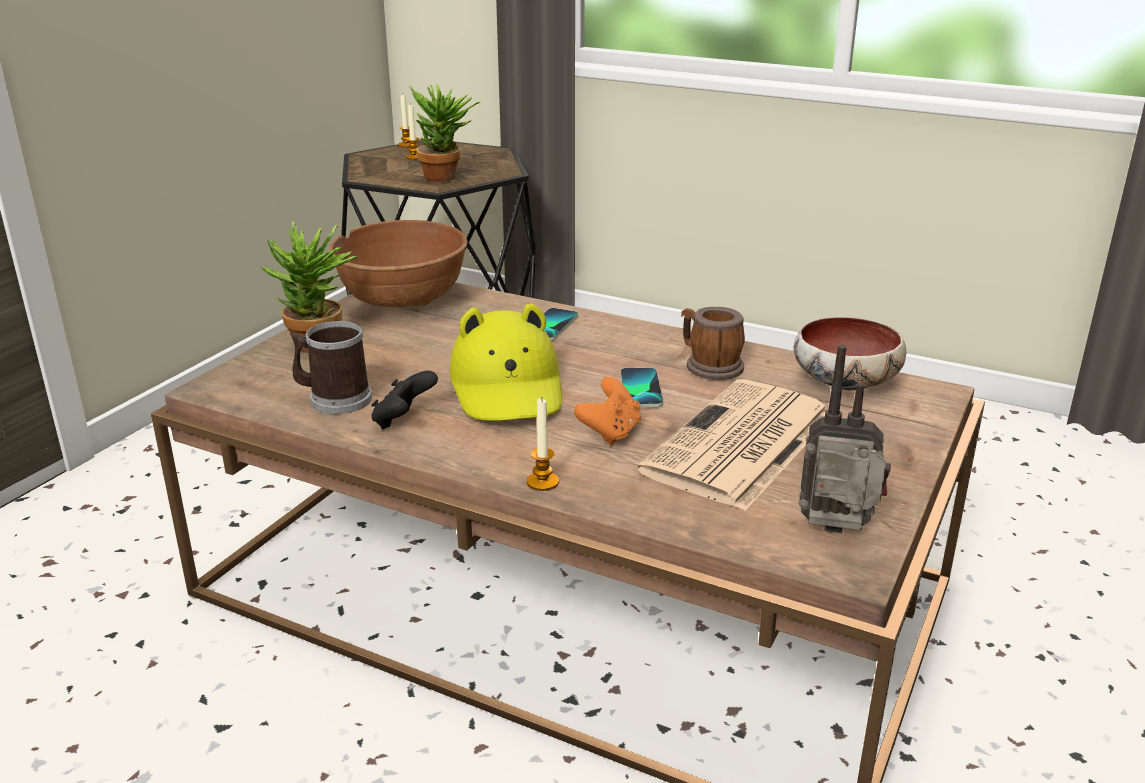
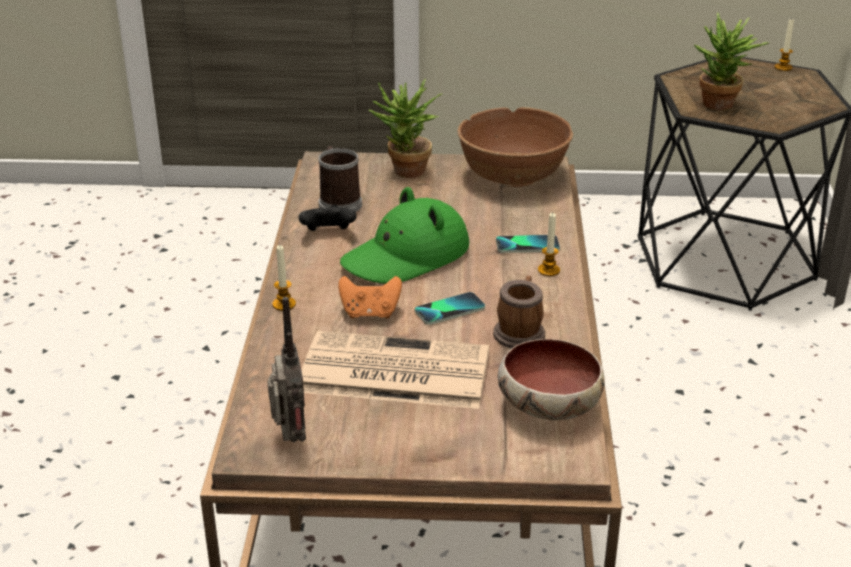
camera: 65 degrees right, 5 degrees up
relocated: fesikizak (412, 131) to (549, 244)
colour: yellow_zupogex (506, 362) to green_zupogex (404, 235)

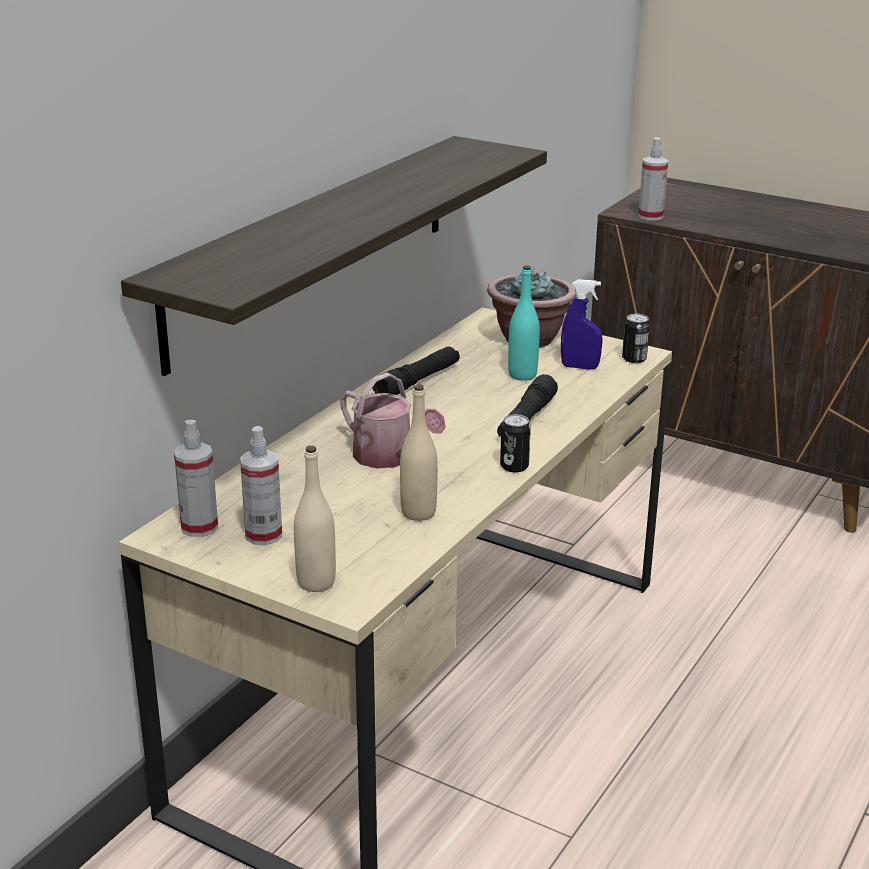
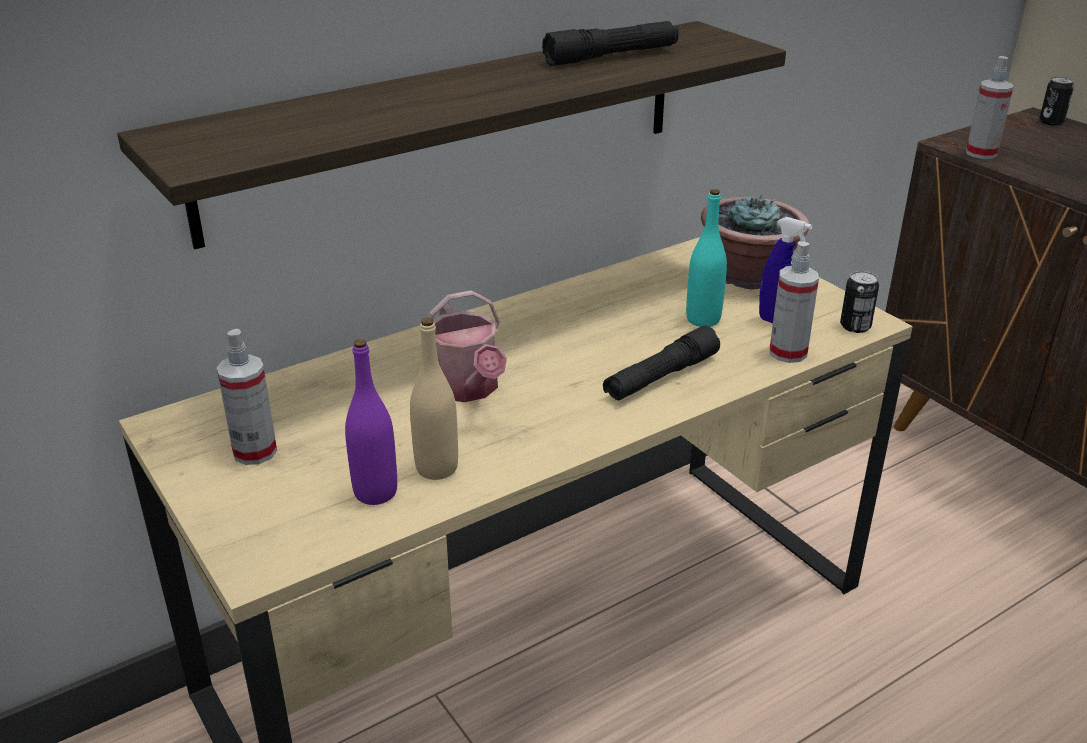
camera: 25 degrees right, 5 degrees up
missing: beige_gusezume (315, 518)
appeared: purple_gusezume (371, 422)
relocated: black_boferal (416, 370) to (610, 43); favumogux (515, 443) to (1057, 101); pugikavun (196, 478) to (794, 302)

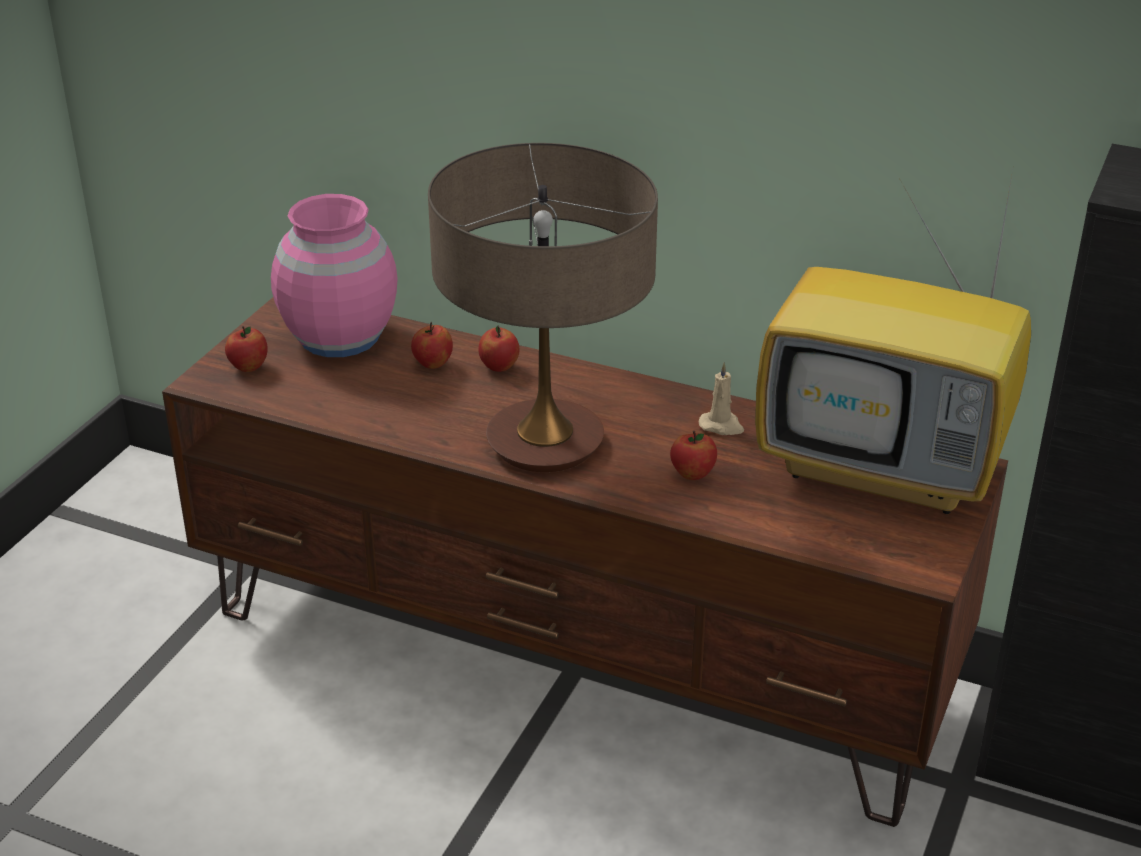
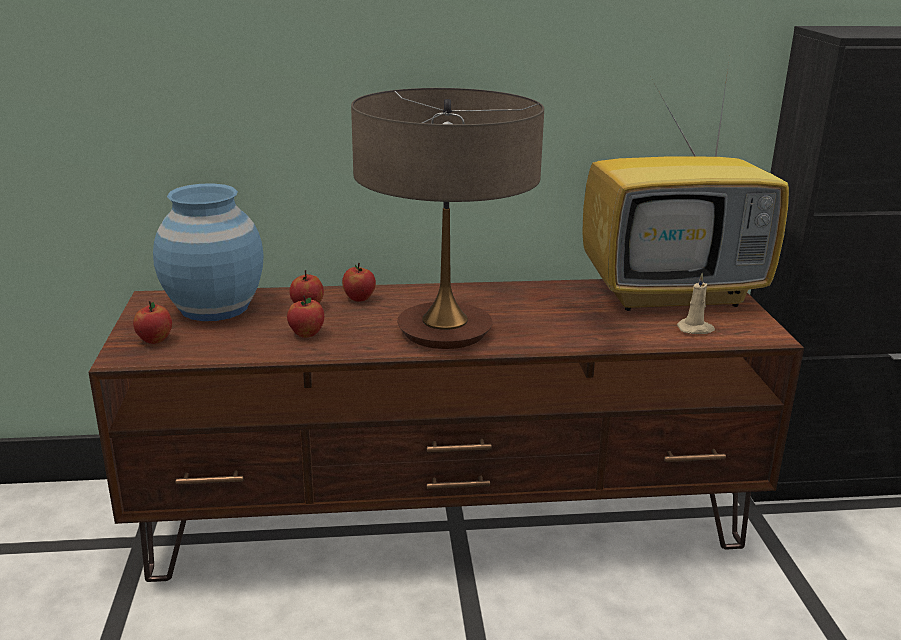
camera: 30 degrees left, 10 degrees down
relocated: beige_fesikizak (721, 398) to (696, 303); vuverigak (693, 455) to (305, 317)
colour: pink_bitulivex (334, 275) to blue_bitulivex (208, 252)

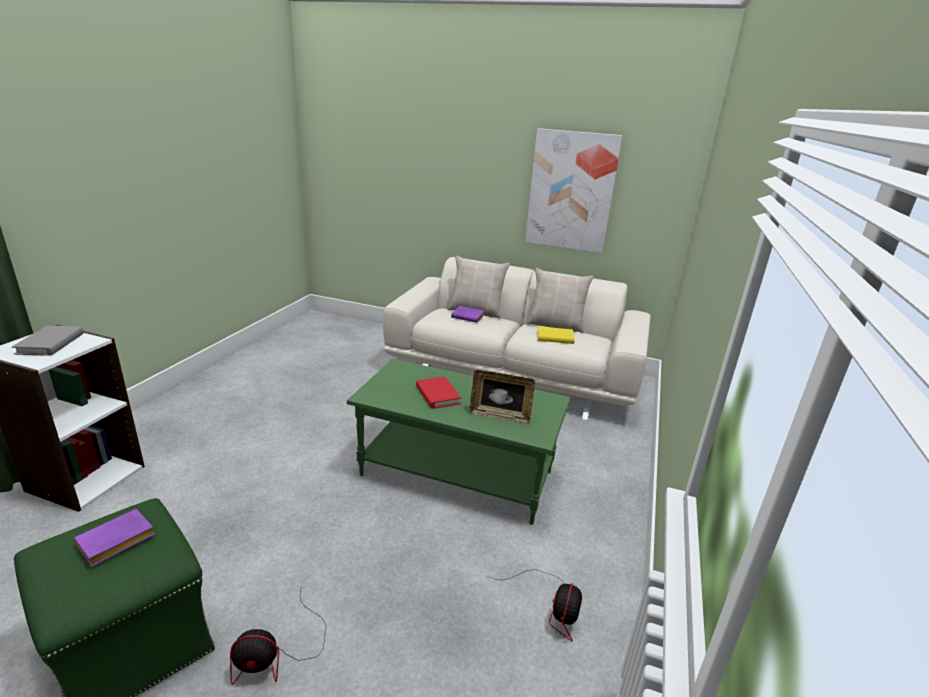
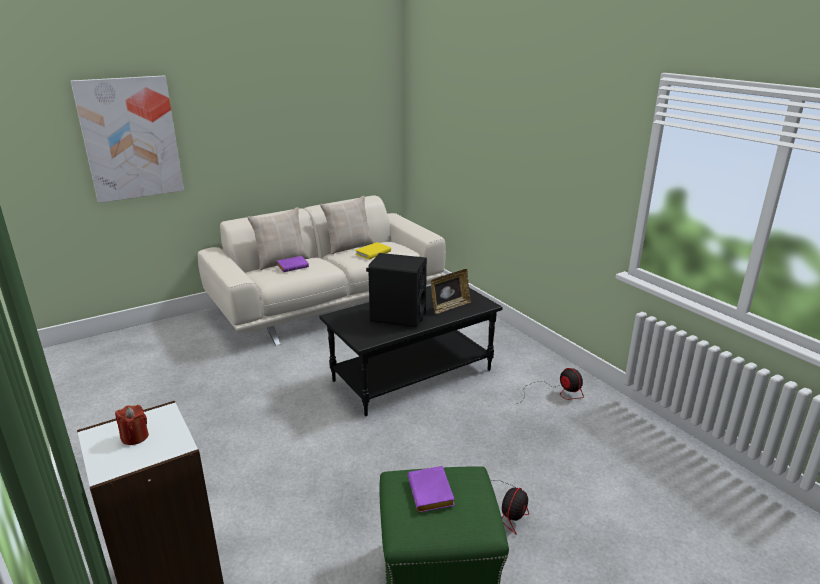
camera: 50 degrees left, 0 degrees up
relocated: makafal (574, 190) to (127, 139)
exchanged: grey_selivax (48, 341) to red_fesikizak (132, 425); red_selivax (438, 392) to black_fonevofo (396, 290)
colour: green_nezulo (458, 442) to black_nezulo (411, 351)

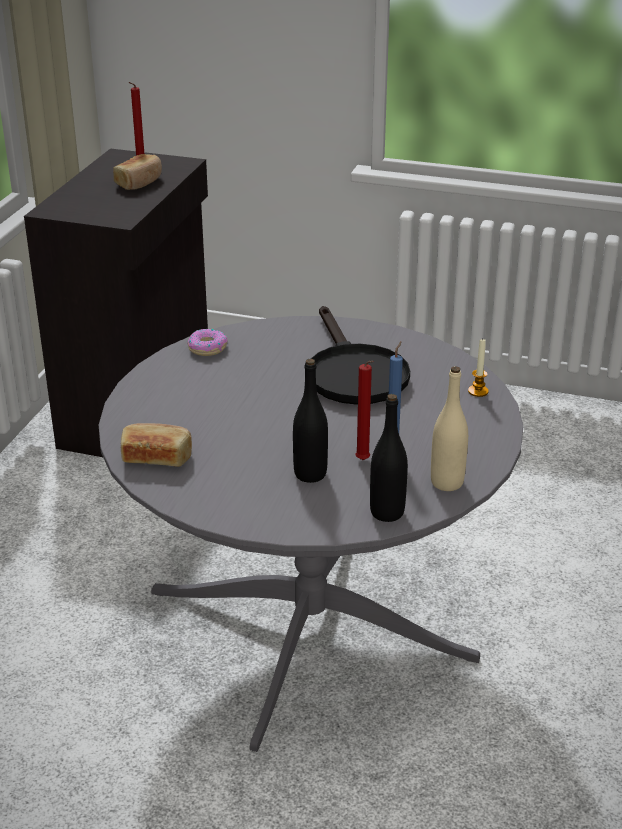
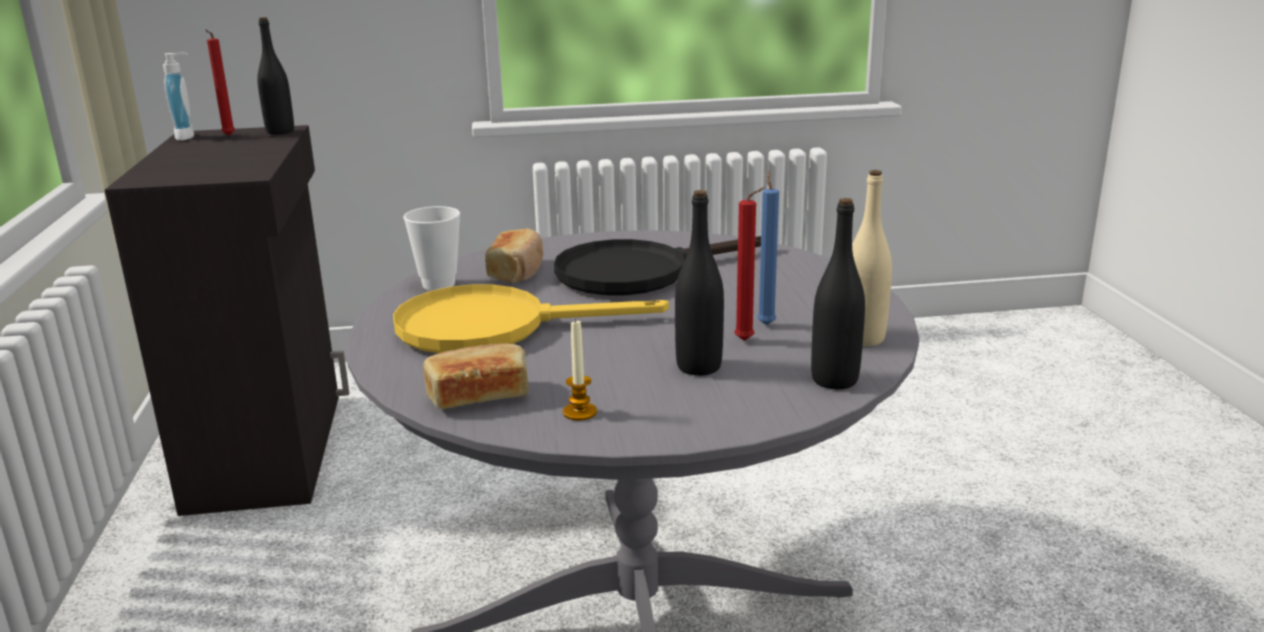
camera: 25 degrees left, 10 degrees down
appeared: black_gusezume (275, 75); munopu (178, 97); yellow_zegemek (531, 319)
relocated: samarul (137, 172) to (514, 255); fesikizak (478, 368) to (580, 370)
exchanged: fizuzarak (208, 342) to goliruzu (431, 248)
spun: black_zegemek (360, 355) = (657, 265) 105 degrees clockwise

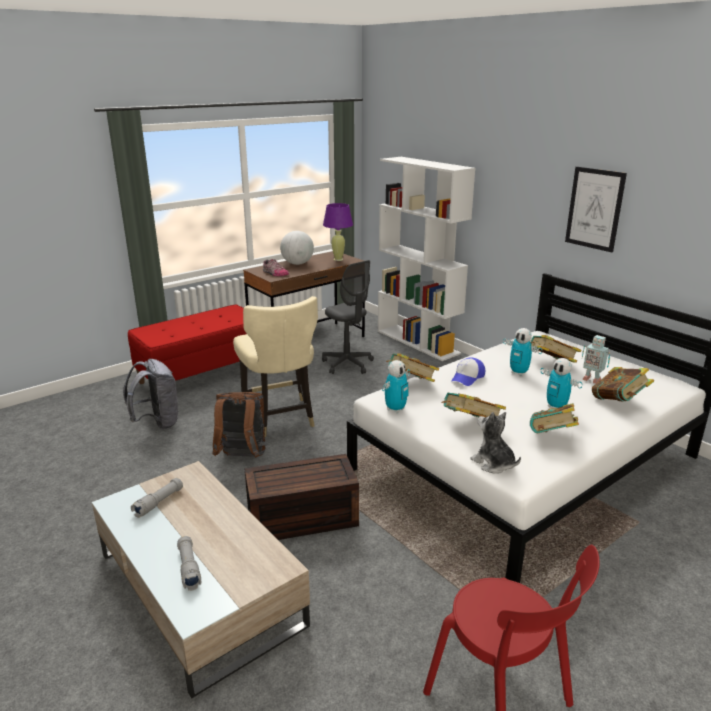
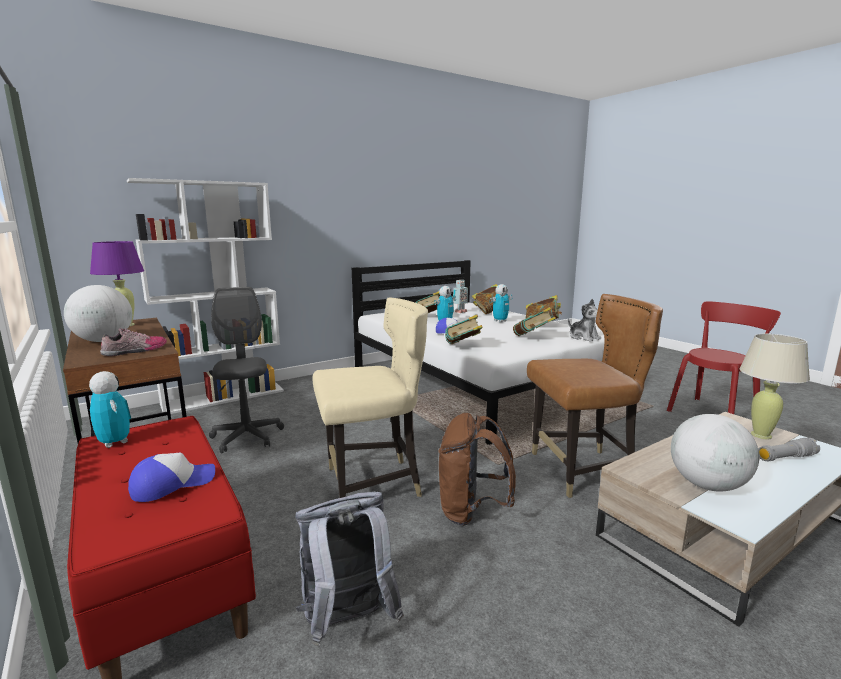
camera: 85 degrees left, 10 degrees down
missing: makafal (596, 209)
appeared: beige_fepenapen (774, 386); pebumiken (171, 477)
relocated: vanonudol (396, 386) to (110, 409)
exchanged: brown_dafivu (301, 497) to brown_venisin (595, 396); grey_boferal (157, 498) to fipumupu (715, 452)
spun: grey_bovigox (348, 317) = (246, 370) 75 degrees counterclockwise; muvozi (495, 443) = (584, 320) 90 degrees counterclockwise

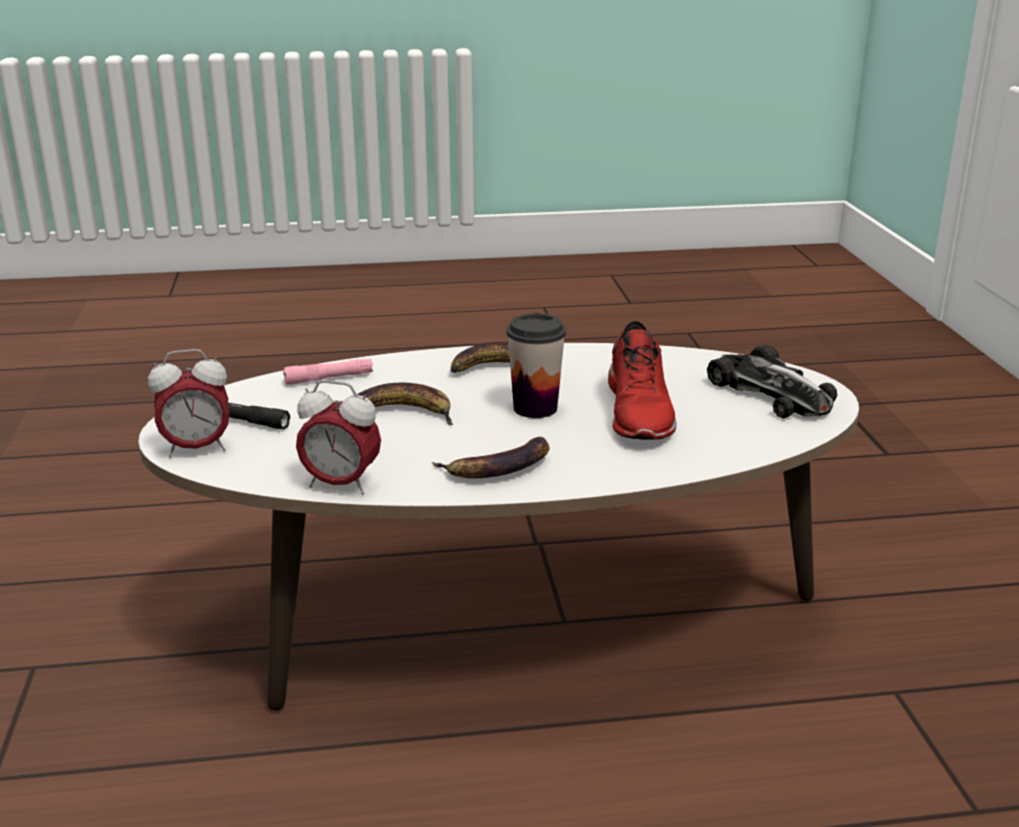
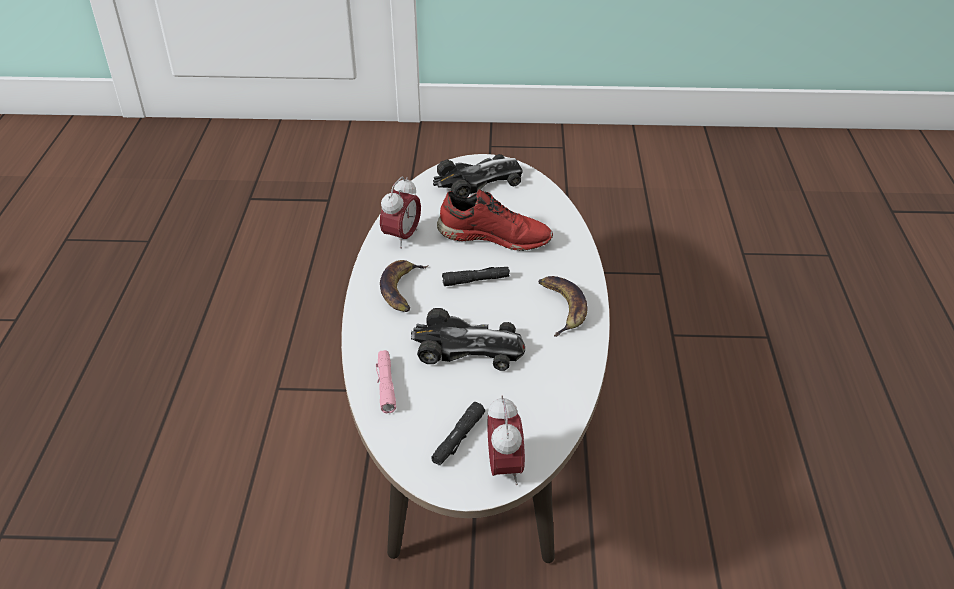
camera: 80 degrees left, 15 degrees up
relocated: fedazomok (338, 437) to (400, 212)
exchanged: goliruzu (536, 365) to black_boferal (476, 276); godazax (405, 404) to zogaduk (468, 339)

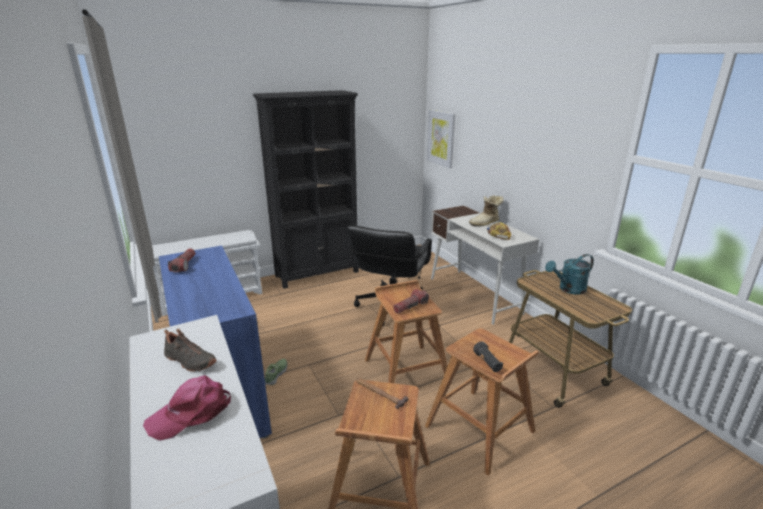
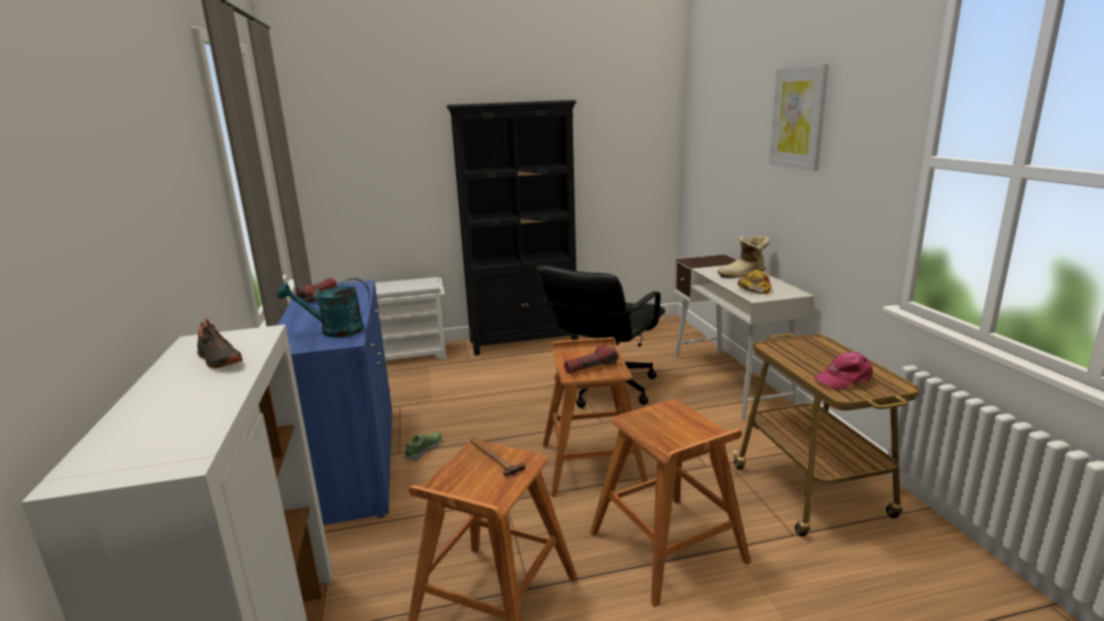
camera: 15 degrees right, 5 degrees down
missing: black_boferal (488, 357)
relocated: makafal (441, 139) to (799, 117); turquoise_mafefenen (569, 274) to (323, 307); pink_pebumiken (187, 408) to (843, 371)

